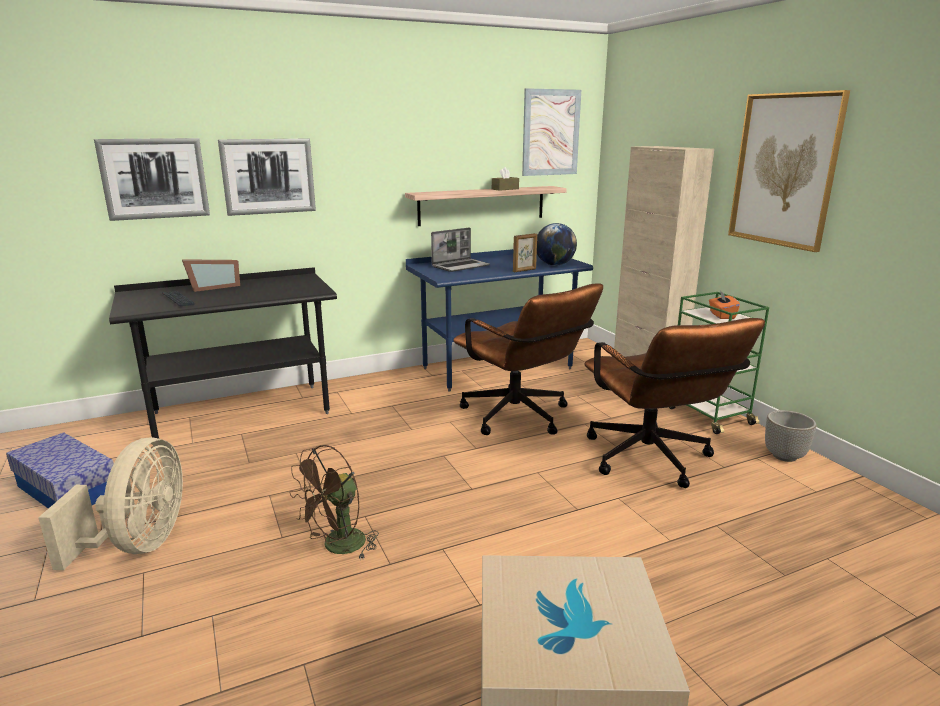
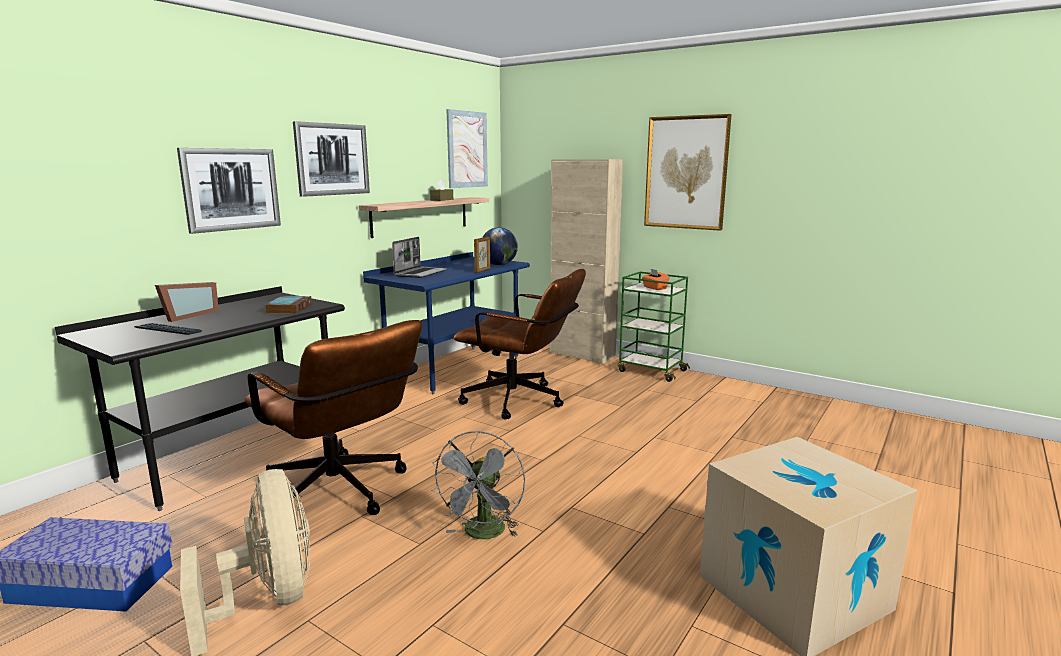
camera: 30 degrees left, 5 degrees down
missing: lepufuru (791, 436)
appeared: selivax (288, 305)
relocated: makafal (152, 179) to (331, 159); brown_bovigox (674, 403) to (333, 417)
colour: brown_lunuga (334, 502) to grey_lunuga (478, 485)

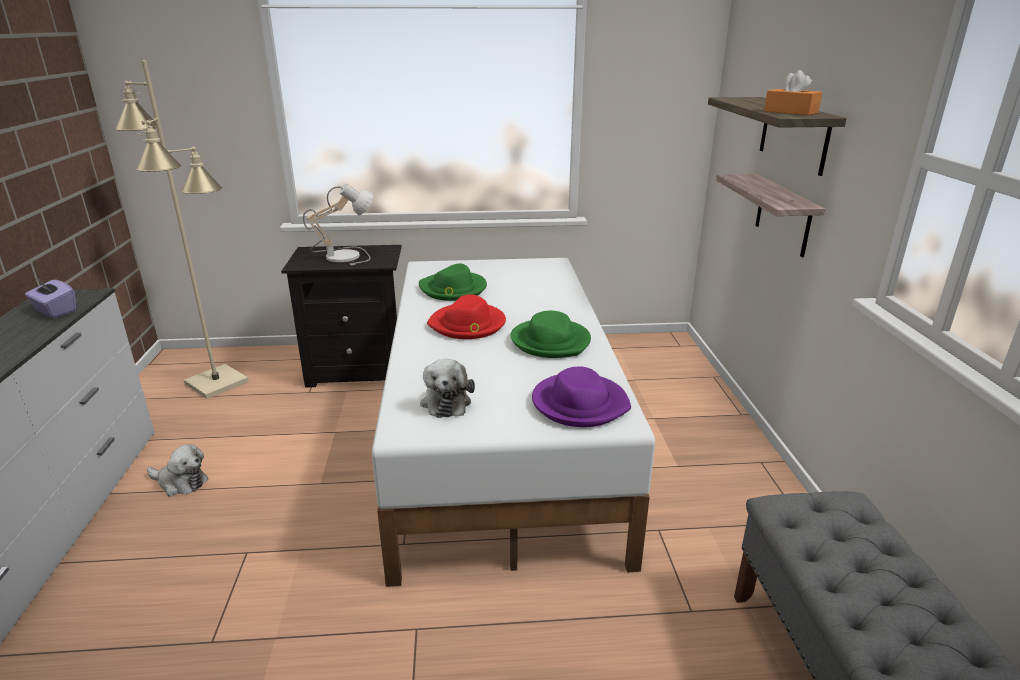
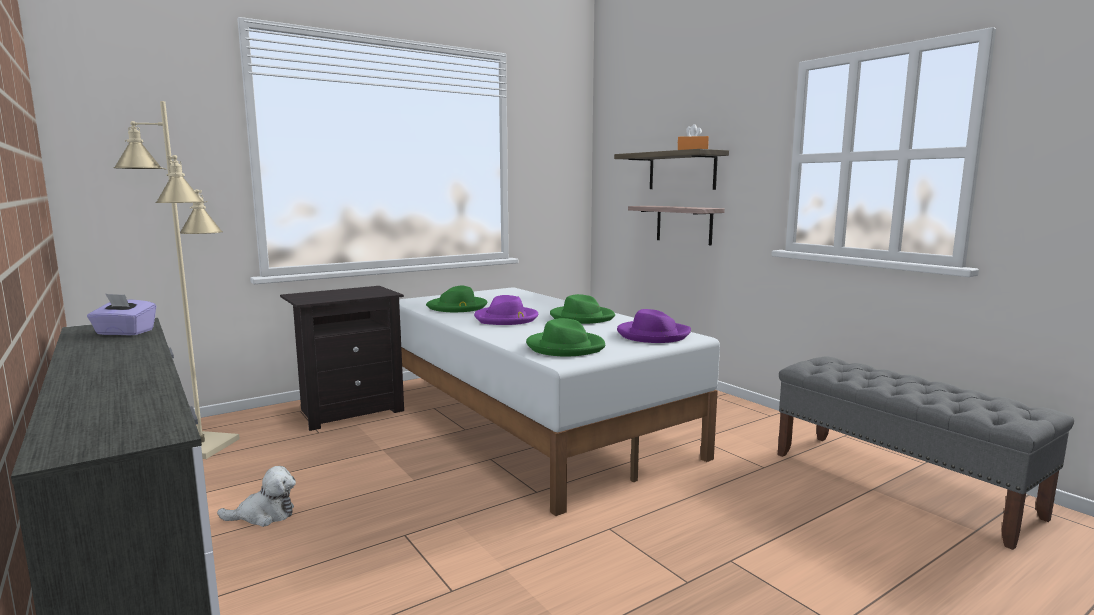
camera: 30 degrees left, 15 degrees down
missing: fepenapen (338, 224)
exchanged: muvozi (447, 388) to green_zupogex (565, 337)
colour: red_zupogex (466, 316) to purple_zupogex (506, 310)

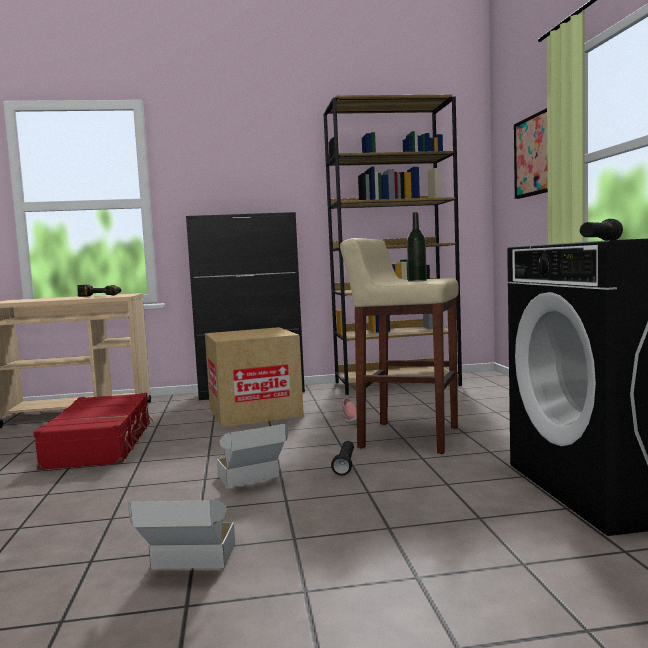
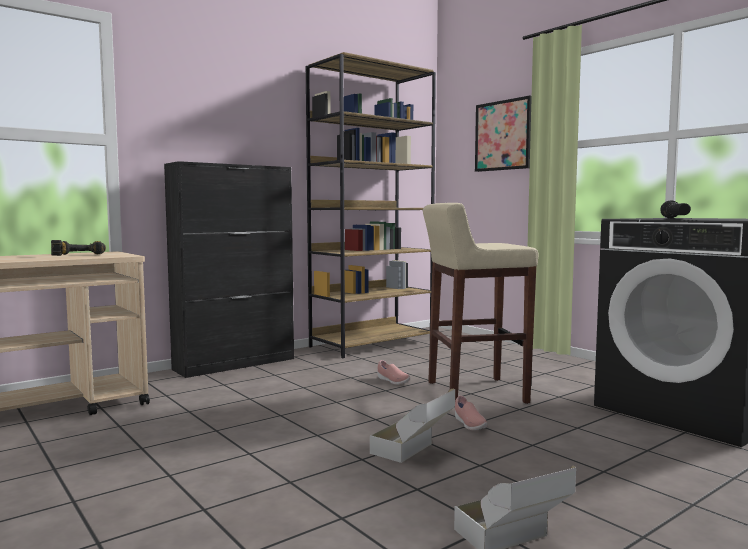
camera: 30 degrees left, 0 degrees up
missing: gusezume (417, 247); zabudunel (254, 377); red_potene (93, 431)
exchanged: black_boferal (342, 458) to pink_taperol (471, 413)

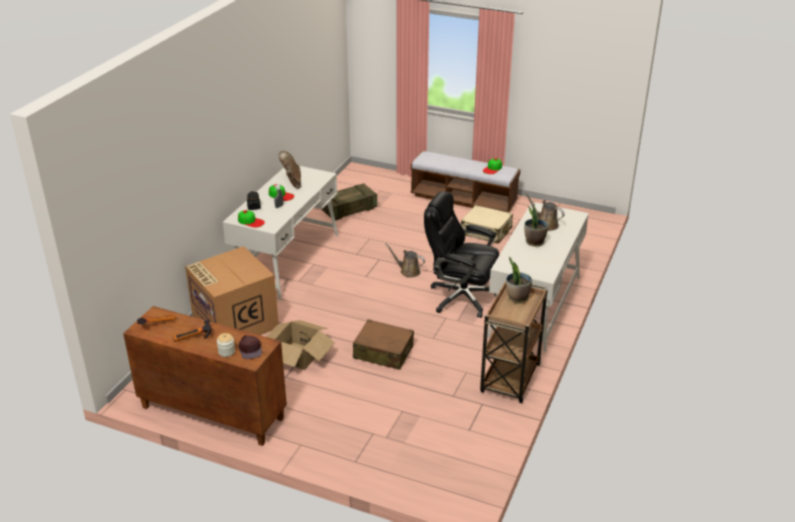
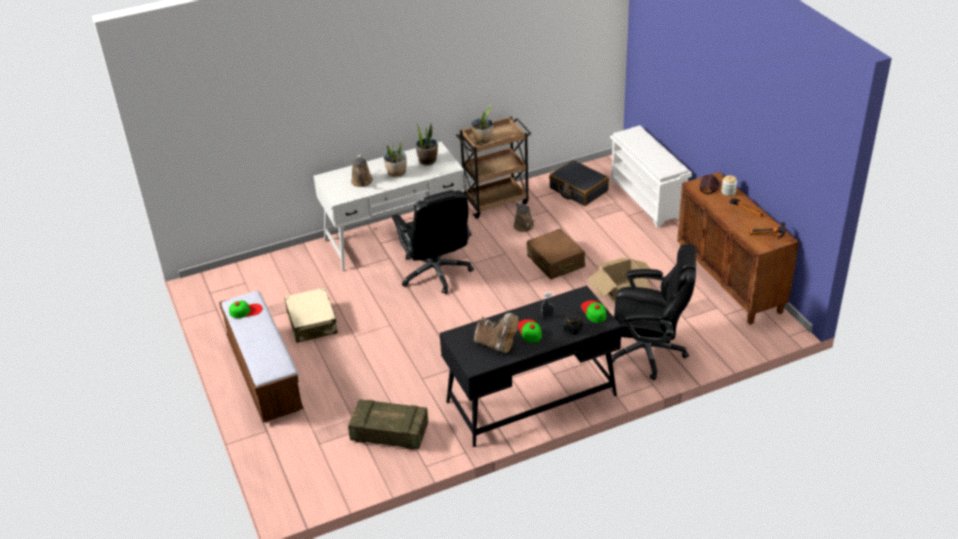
camera: 135 degrees left, 5 degrees up
appeared: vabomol (427, 144); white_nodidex (651, 176); black_potene (579, 183)
relocated: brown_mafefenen (405, 260) to (524, 216)
exchanged: zabudunel (232, 290) to black_bovigox (654, 312)
colour: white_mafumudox (280, 233) to black_mafumudox (531, 366)
spun: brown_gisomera (290, 170) = (496, 333) 90 degrees counterclockwise

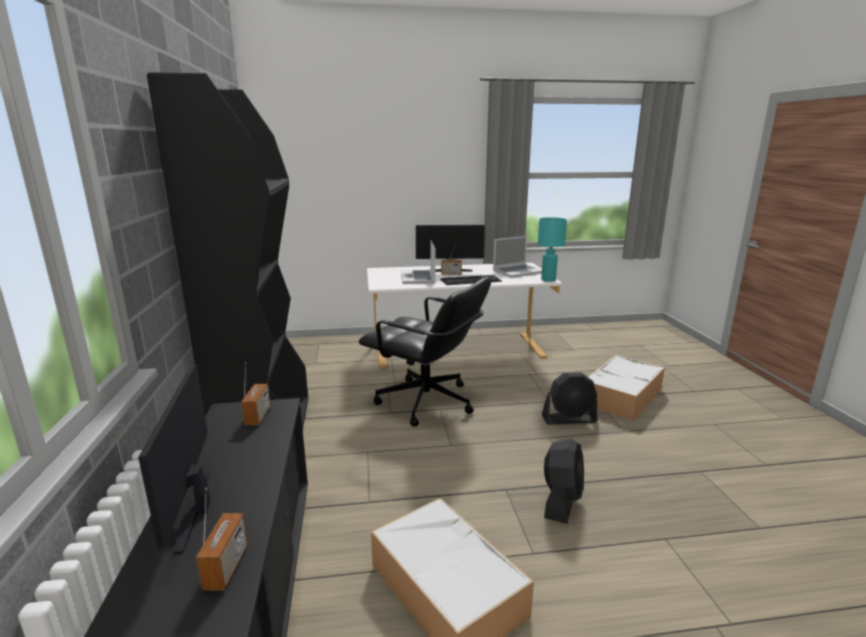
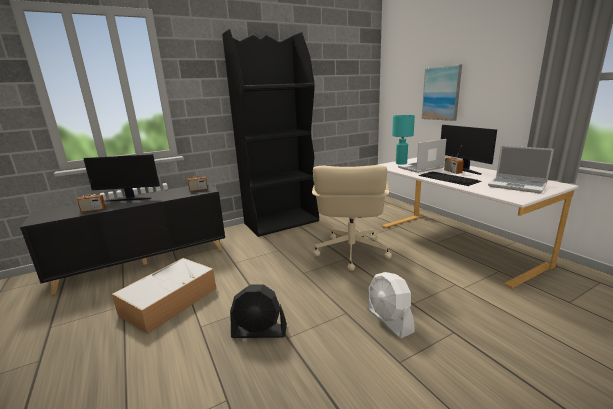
camera: 70 degrees right, 0 degrees up
missing: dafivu (626, 388)
appeared: makafal (442, 92)
relocated: turquoise_fepenapen (552, 249) to (403, 140)
colour: black_bovigox (424, 351) to beige_bovigox (352, 218); black_lunuga (570, 399) to white_lunuga (391, 305)
spun: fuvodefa (174, 459) = (121, 178) 150 degrees counterclockwise

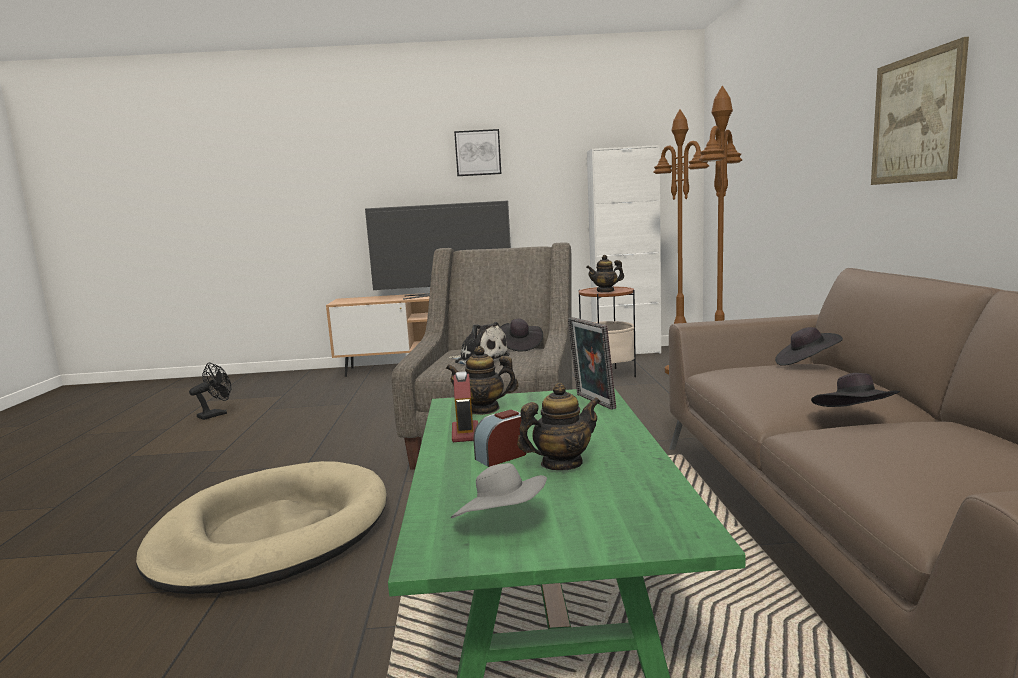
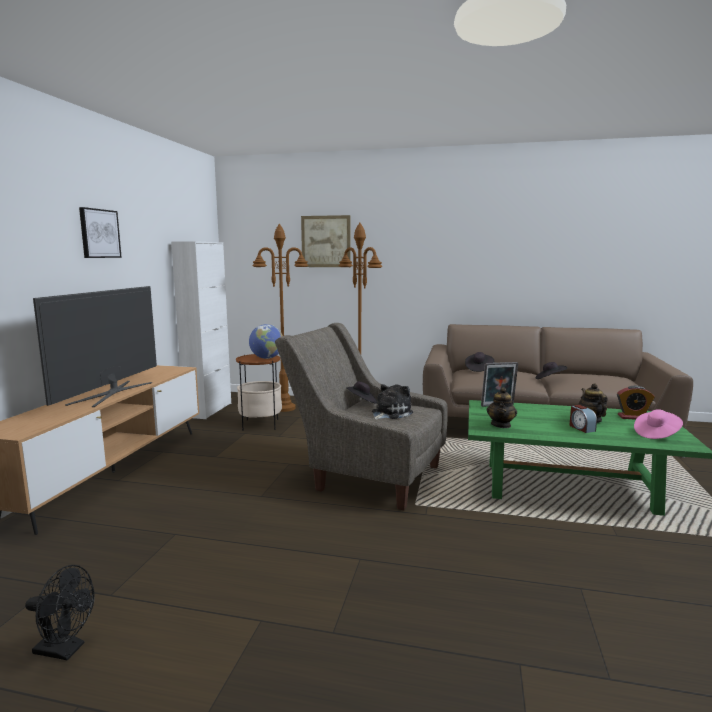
camera: 75 degrees left, 0 degrees up
missing: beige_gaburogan (261, 527)
relocated: makafal (920, 111) to (326, 241); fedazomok (465, 406) to (636, 403)
exchanged: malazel (605, 273) to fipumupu (266, 341)
colour: grey_zupogex (499, 490) to pink_zupogex (658, 424)
spun: black_lunuga (210, 391) = (60, 612) 135 degrees clockwise

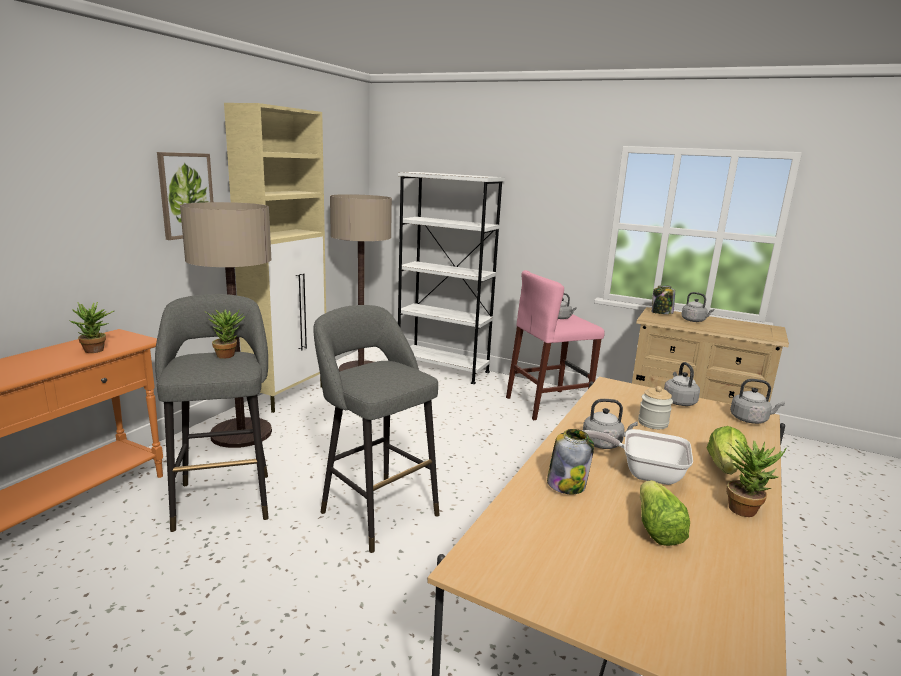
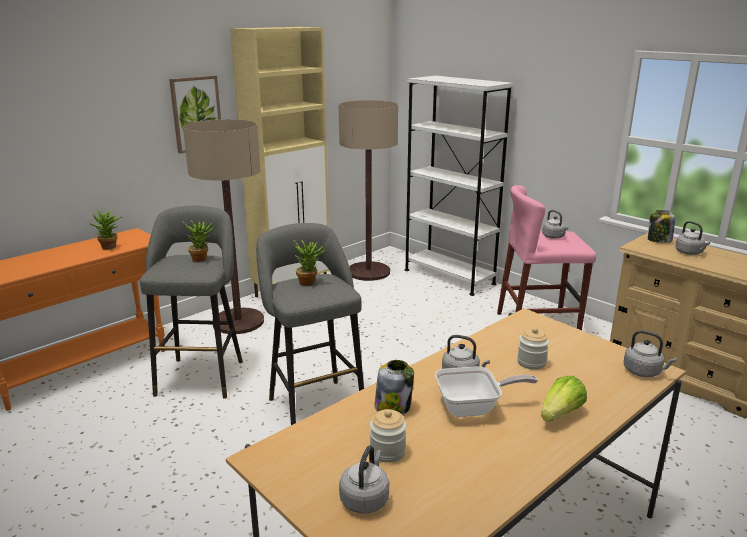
camera: 20 degrees right, 5 degrees up
missing: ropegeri (665, 513)
appeared: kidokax (388, 436)
relocated: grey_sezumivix (682, 384) to (364, 479); vabomol (754, 478) to (309, 263)
spun: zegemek (637, 457) = (486, 391) 135 degrees clockwise

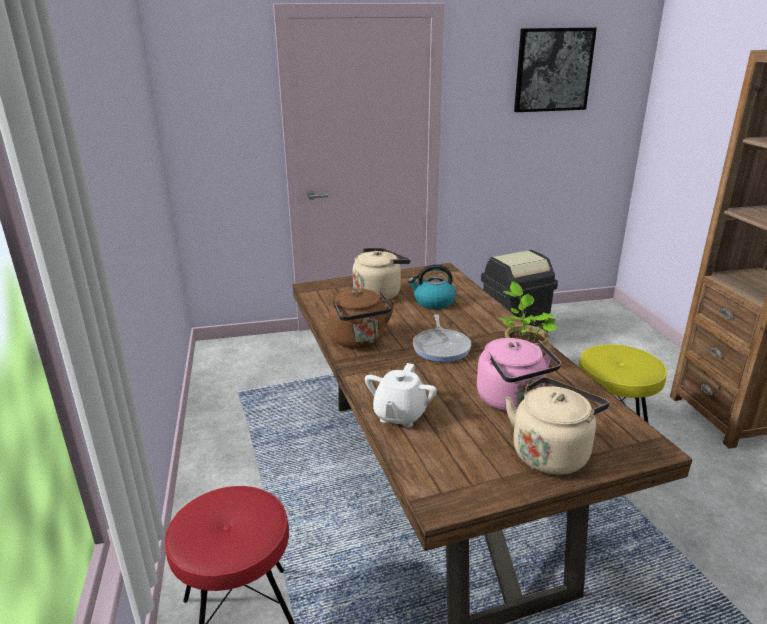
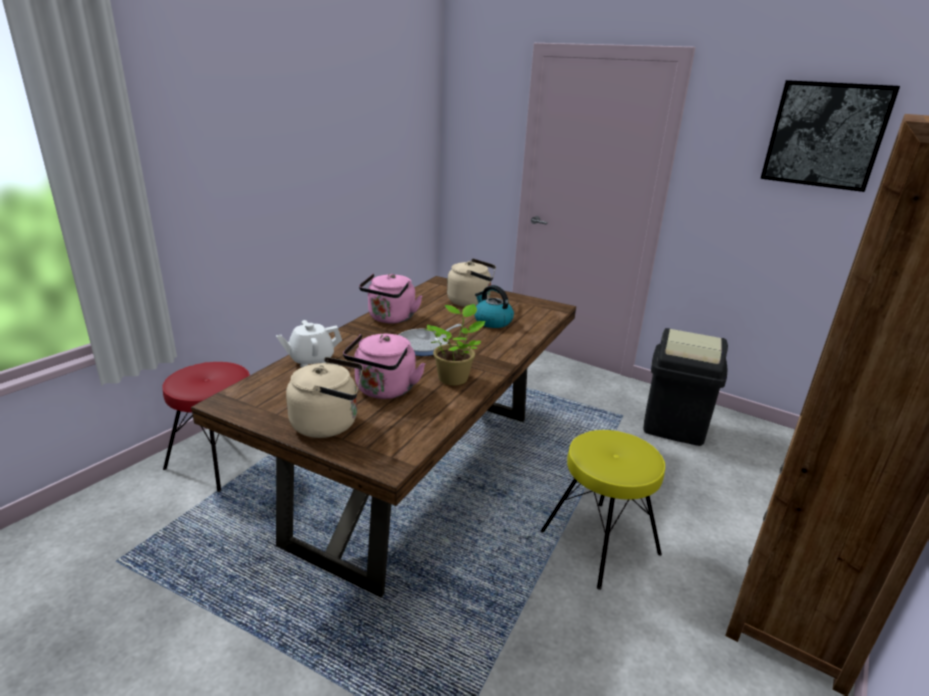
camera: 45 degrees right, 0 degrees up
colour: brown_sezumivix (362, 319) to pink_sezumivix (390, 298)

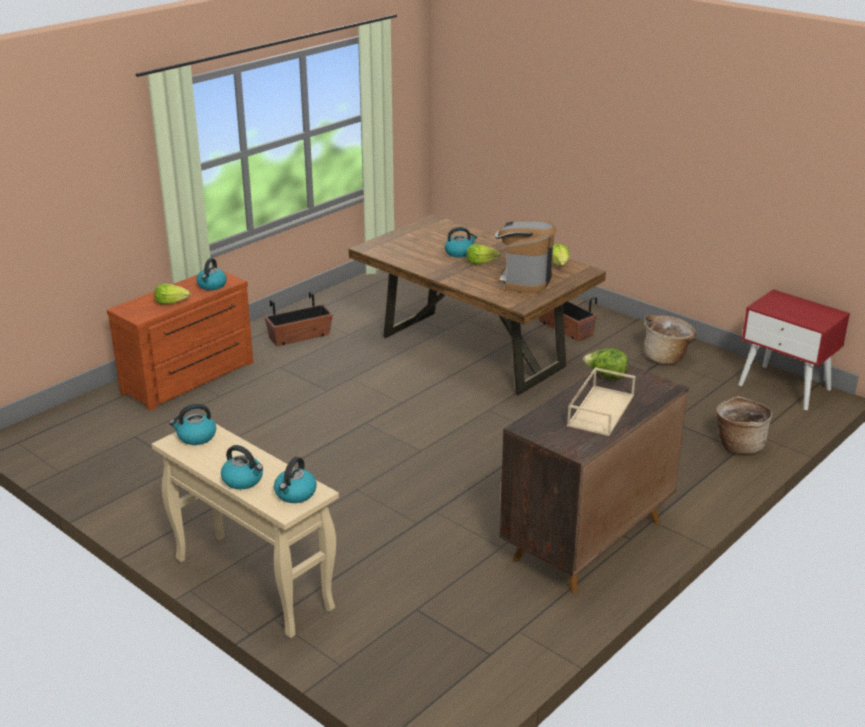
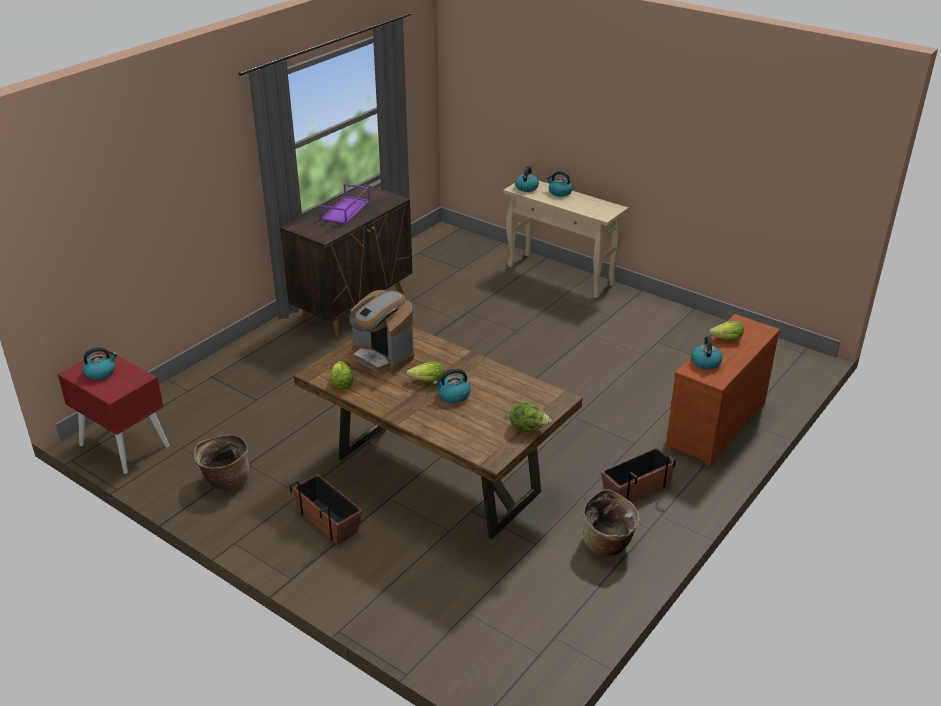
camera: 175 degrees right, 5 degrees up
relocated: ropegeri (605, 364) to (531, 416); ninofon (744, 425) to (611, 522); sezumivix (192, 424) to (100, 363)
colour: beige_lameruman (601, 401) to purple_lameruman (345, 204)
spun: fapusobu (525, 256) = (381, 331) 120 degrees clockwise

